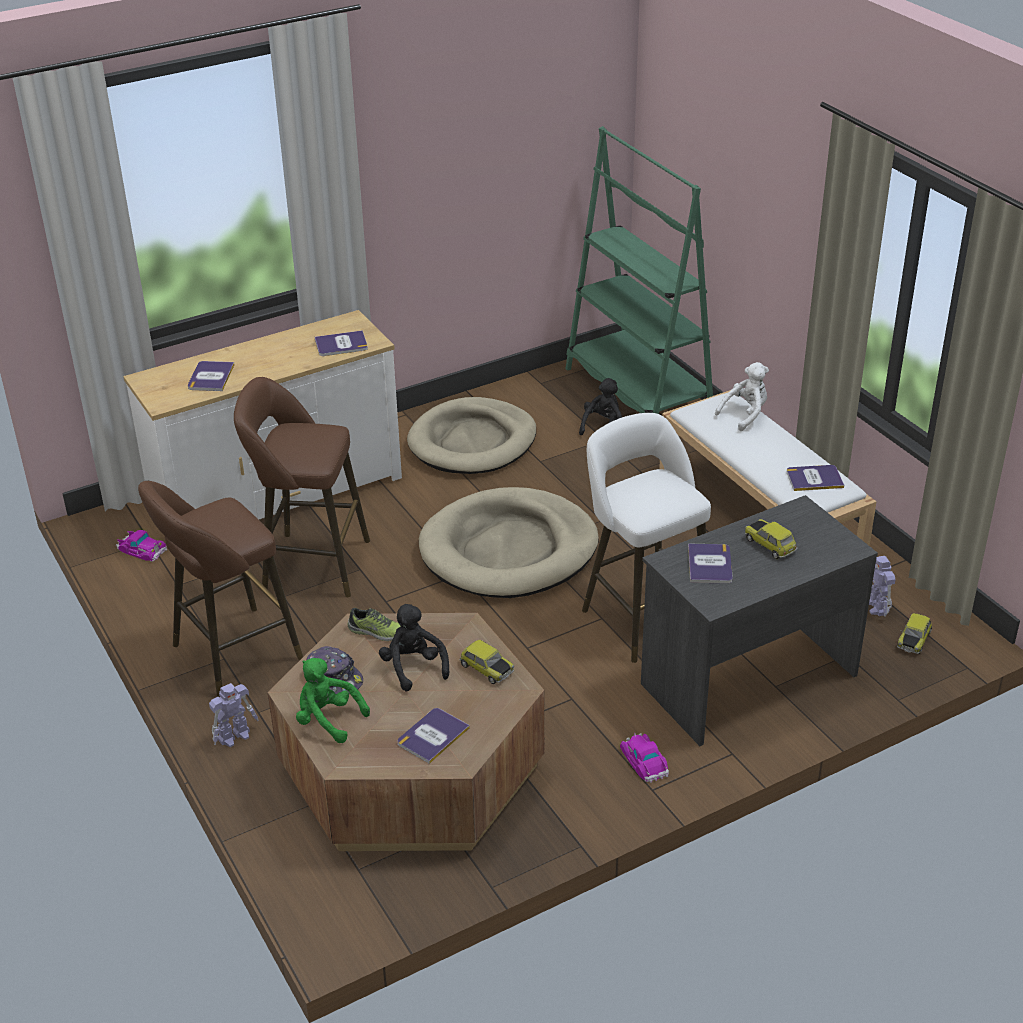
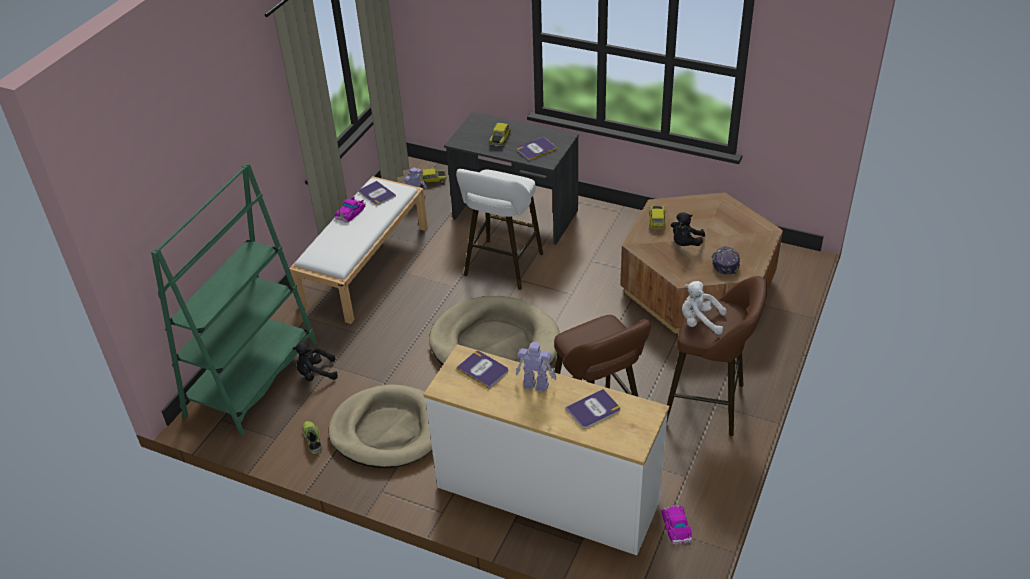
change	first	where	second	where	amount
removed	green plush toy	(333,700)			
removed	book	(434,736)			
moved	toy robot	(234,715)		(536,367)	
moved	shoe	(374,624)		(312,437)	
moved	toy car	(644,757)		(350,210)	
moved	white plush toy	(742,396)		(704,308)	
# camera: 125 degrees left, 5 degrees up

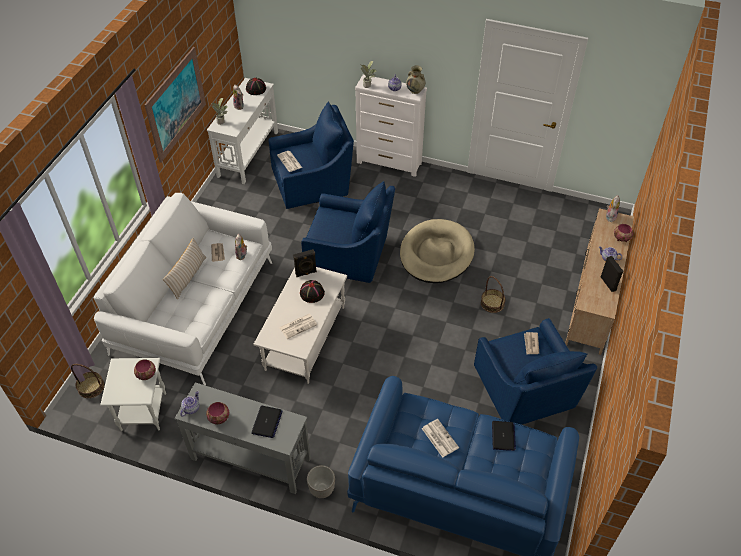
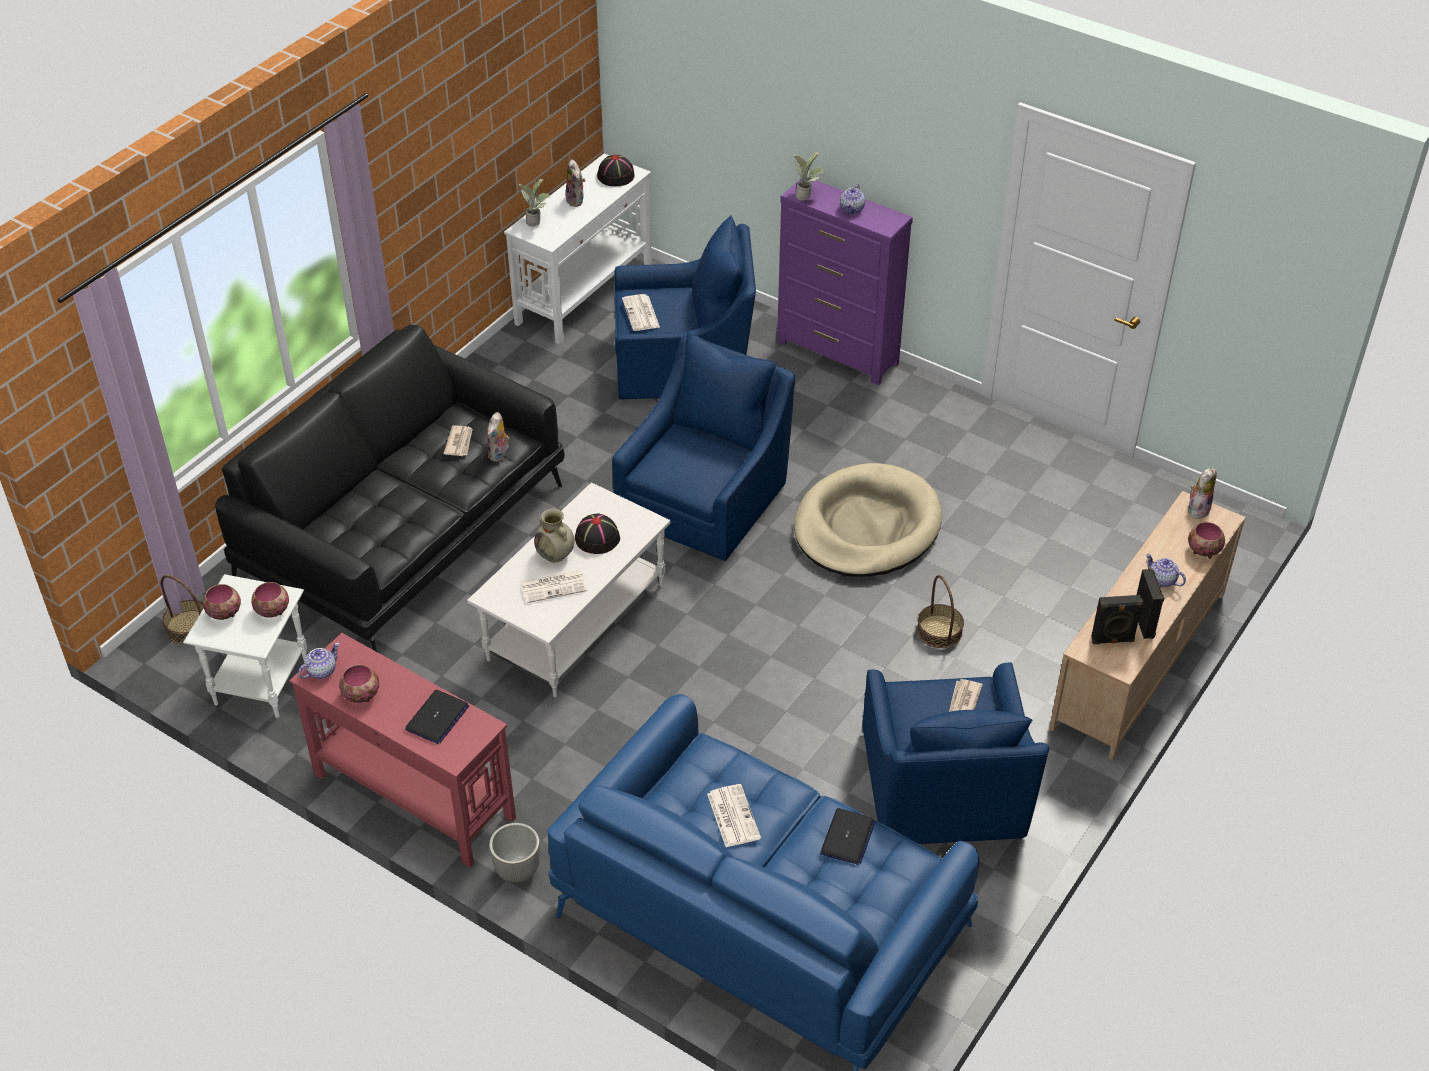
change	first	where	second	where	amount
removed	picture	(175,105)			
removed	beige pillow	(184,269)			
added			bowl	(222,602)	
moved	black speaker	(305,263)		(1117,619)	
moved	beige vase	(415,80)		(554,535)	
recoloured	white sofa	(183,289)	black sofa	(390,488)	
recoloured	grey console table	(243,438)	red console table	(402,750)	
recoloured	white dresser	(391,125)	purple dresser	(845,282)	
turned	blue armchair	(348,232)		(703,447)	90 degrees counterclockwise
# camera: 15 degrees right, 5 degrees down

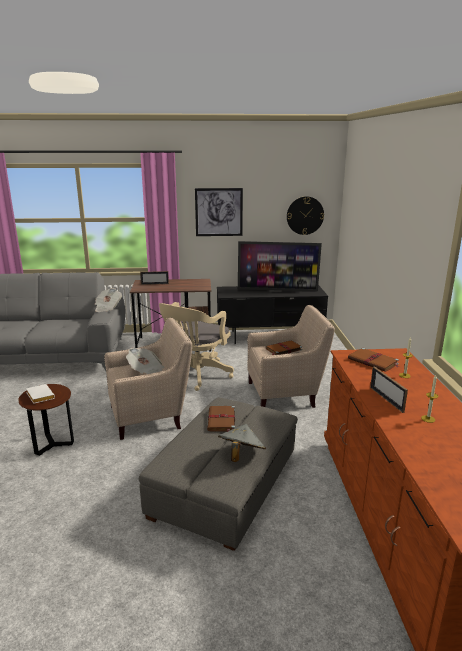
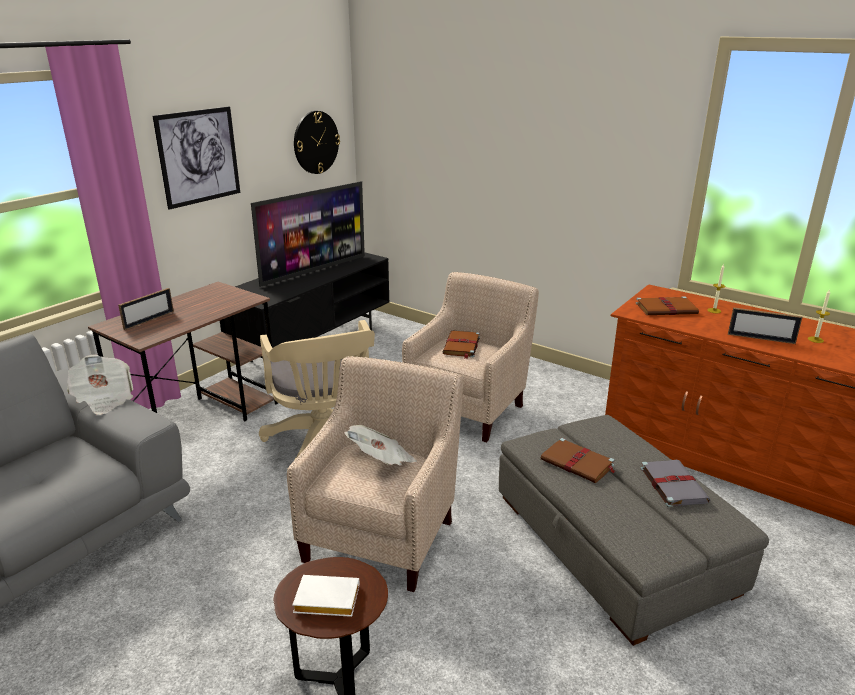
change	first	where	second	where	amount
replaced	grey hat	(242,443)	grey book	(675,483)	
# camera: 50 degrees left, 5 degrees up

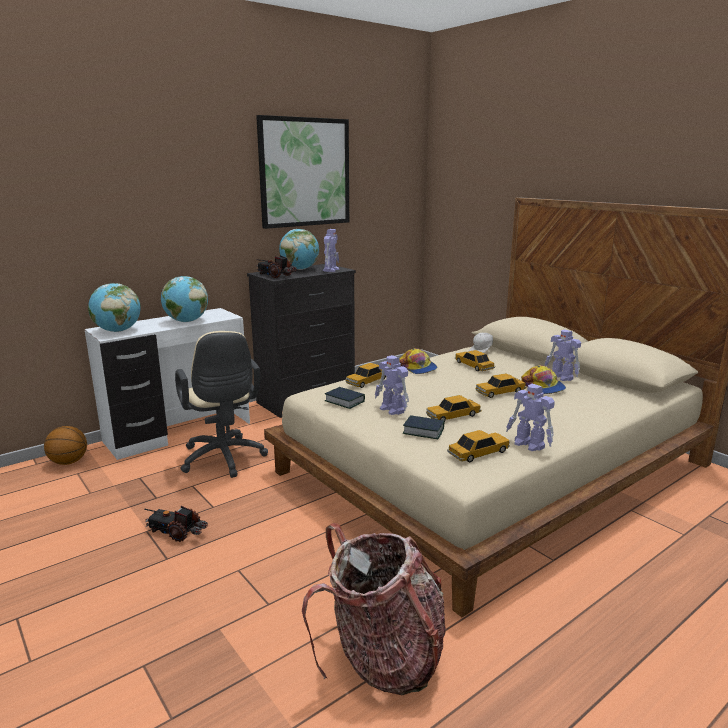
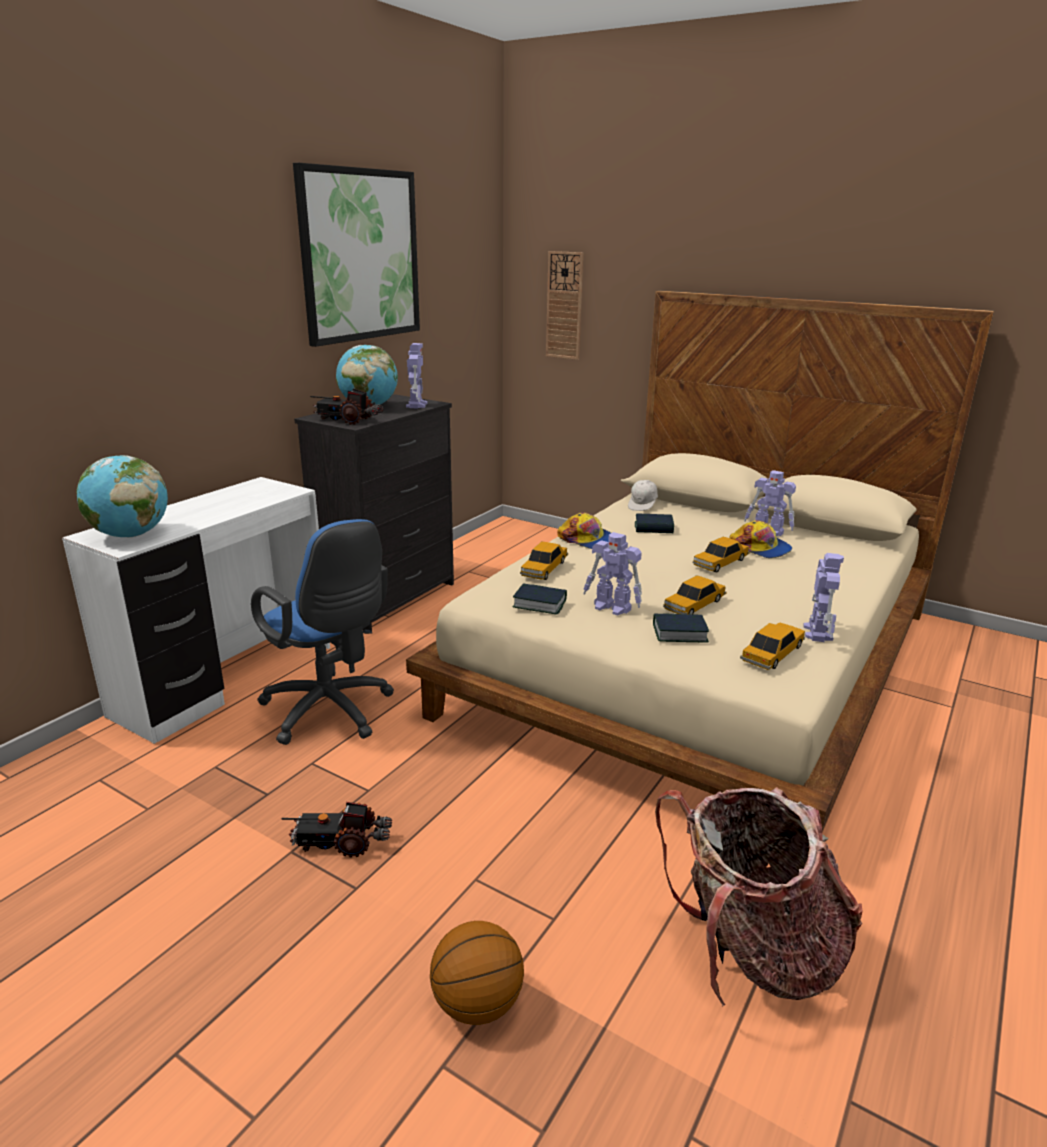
change	first	where	second	where	amount
removed	globe	(184,299)			
added			wall clock	(564,305)	
moved	basketball	(65,445)		(477,973)	
replaced	toy car	(475,360)	book	(654,523)	
recoloured	beige office chair	(221,404)	blue office chair	(322,632)	
turned	toy robot	(530,417)		(823,597)	105 degrees counterclockwise
# camera: 20 degrees left, 5 degrees up

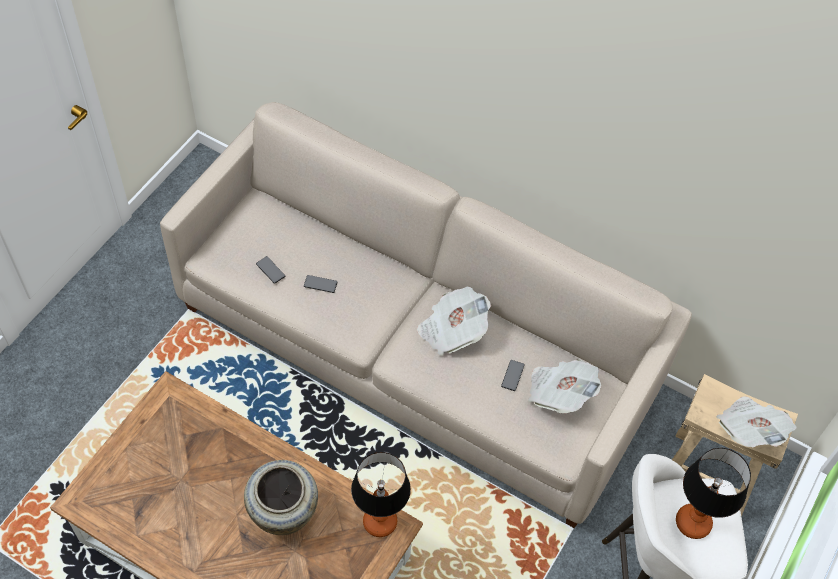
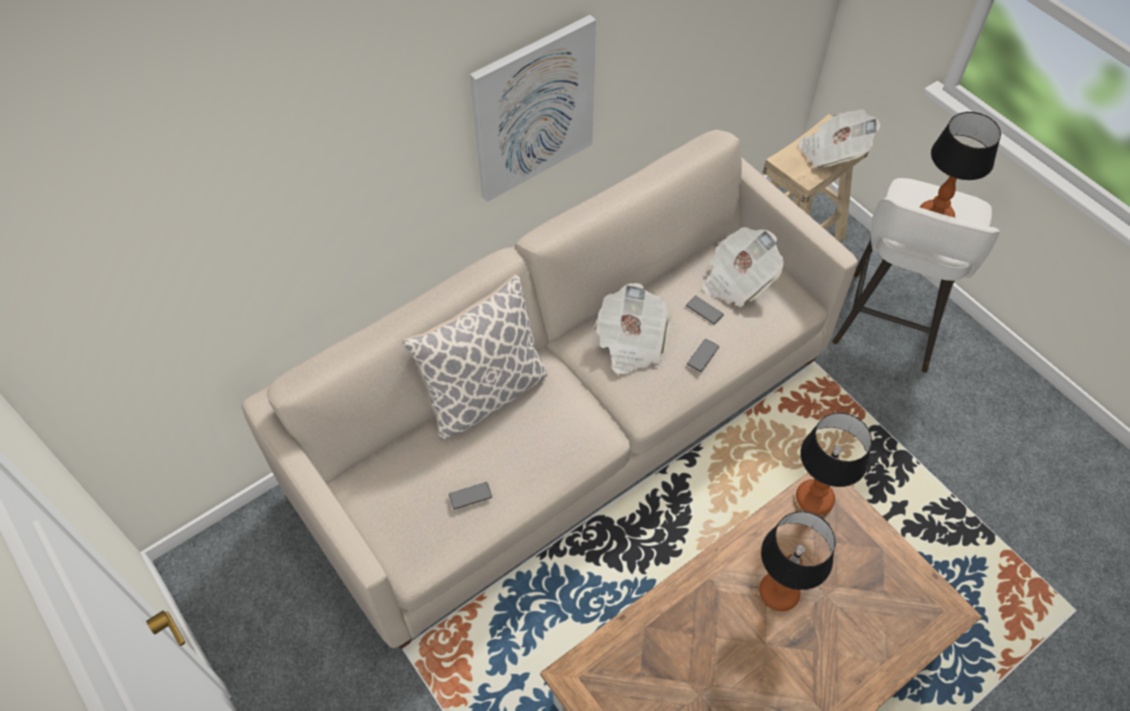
change	first	where	second	where	amount
added			pillow	(475,357)	
added			picture	(533,108)	
moved	phone	(321,284)		(703,355)	
replaced	beige vase	(281,497)	table lamp	(797,561)	
# camera: 65 degrees left, 0 degrees up

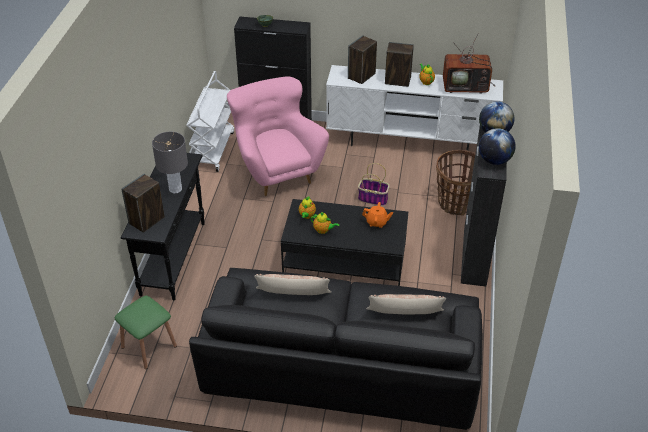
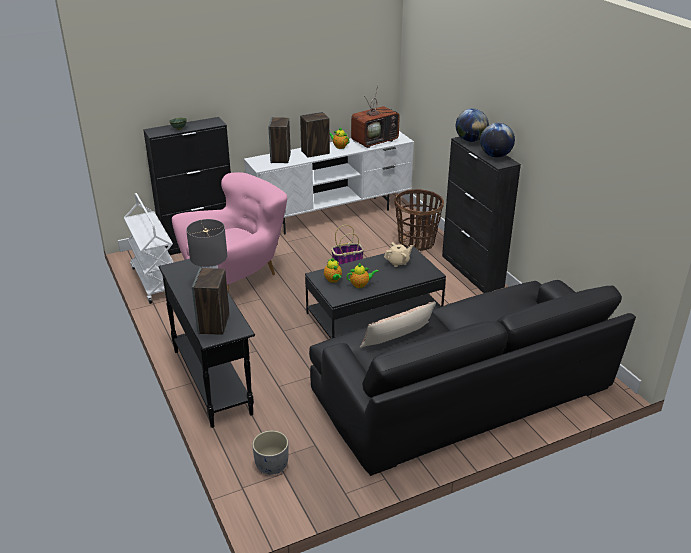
change	first	where	second	where	amount
removed	pillow	(406,304)			
replaced	green stool	(146,332)	grey planter	(270,452)	
recoloured	orange teapot	(377,215)	beige teapot	(398,254)	
turned	pink armchair	(278,136)		(229,231)	105 degrees clockwise
# camera: 35 degrees left, 10 degrees down

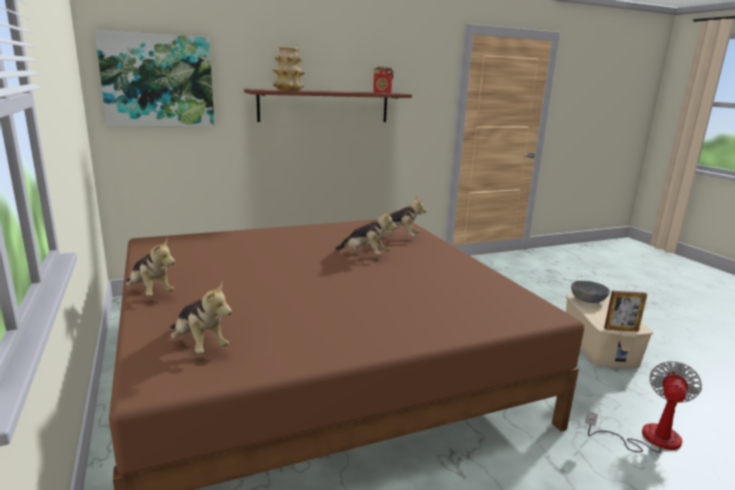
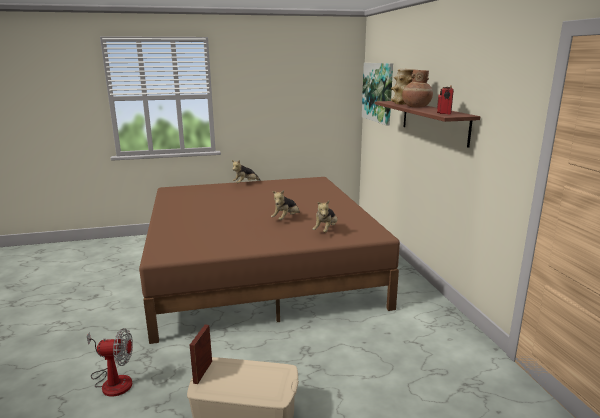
change	first	where	second	where	amount
removed	plush toy	(201,317)			
removed	grey bowl	(590,292)			
added			brown vase	(417,88)	
turned	fan	(643,407)		(110,362)	45 degrees counterclockwise
# camera: 100 degrees right, 0 degrees up

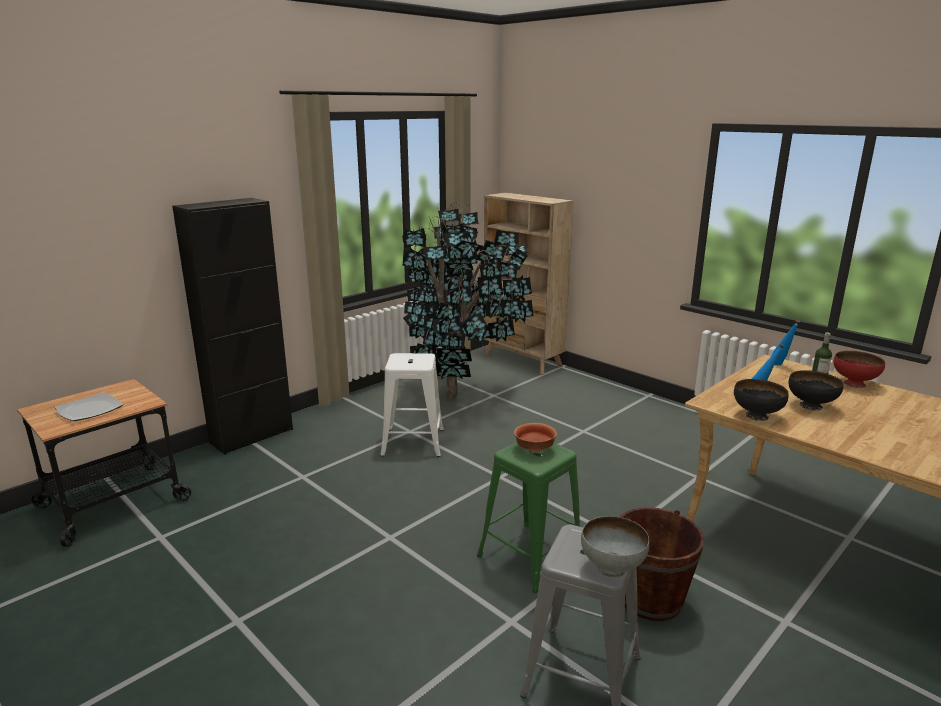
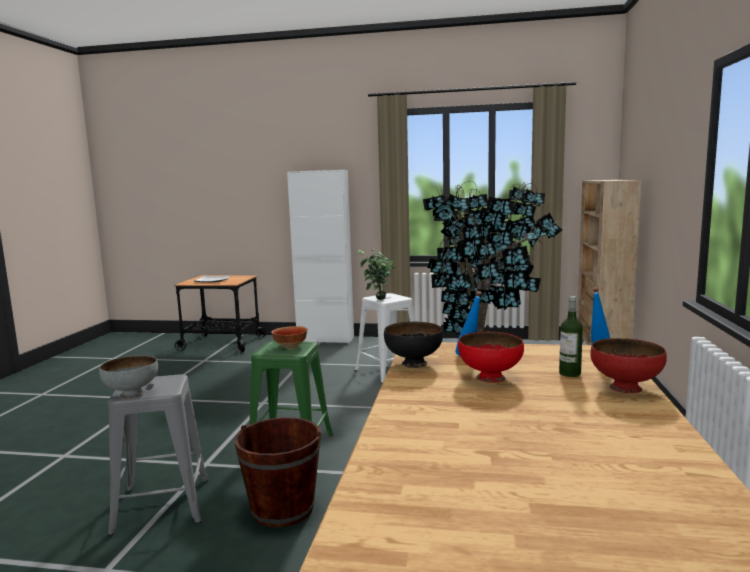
change	first	where	second	where	amount
added			potted plant	(377,274)	
recoloured	black cabinet	(232,326)	white cabinet	(320,257)	
recoloured	black bowl	(815,390)	red bowl	(491,357)	
# camera: 55 degrees right, 10 degrees down

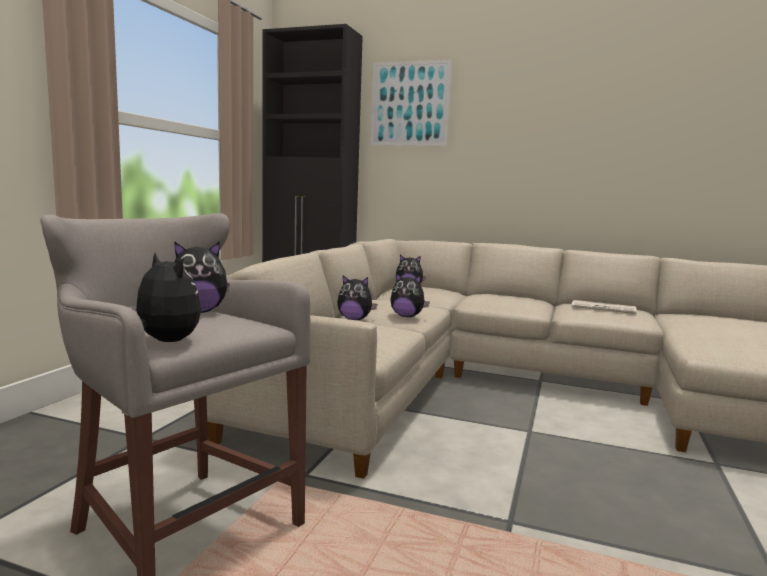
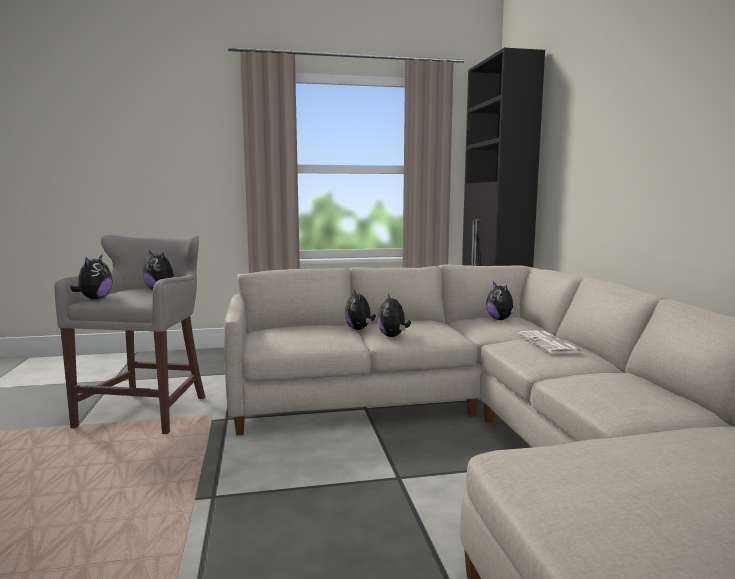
change	first	where	second	where	amount
removed	picture	(411,103)			
moved	newspaper	(604,307)		(550,342)	
# camera: 60 degrees right, 0 degrees up

